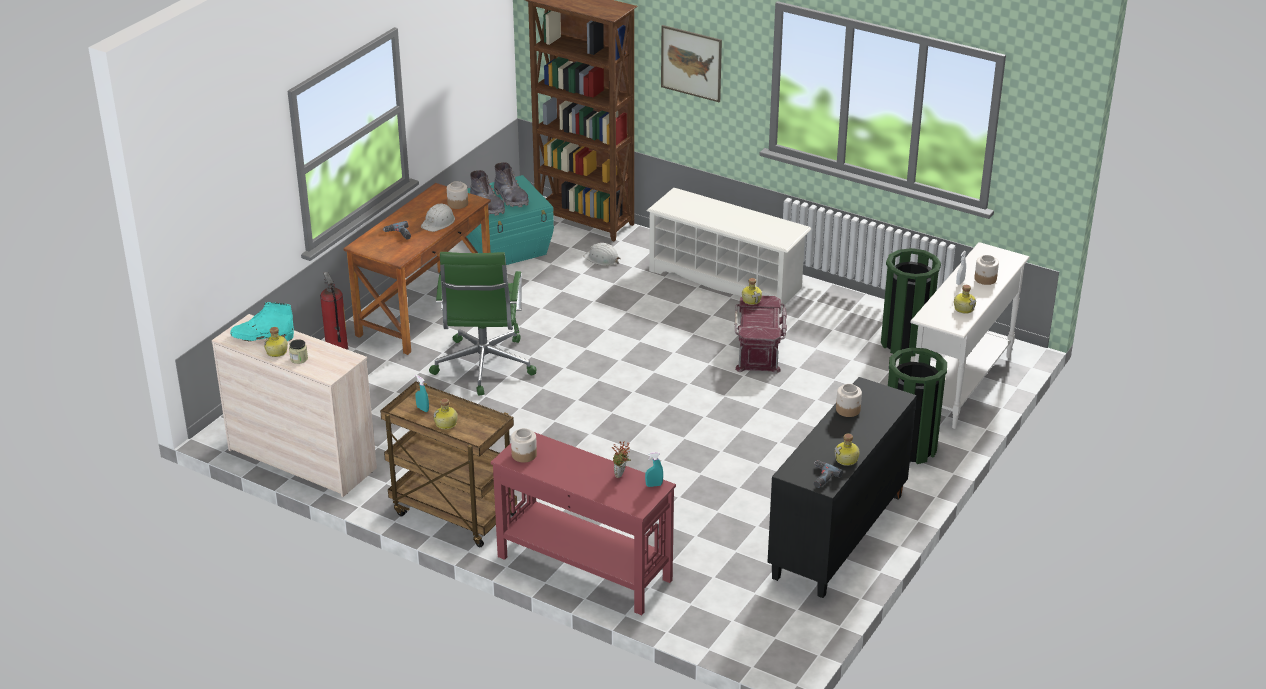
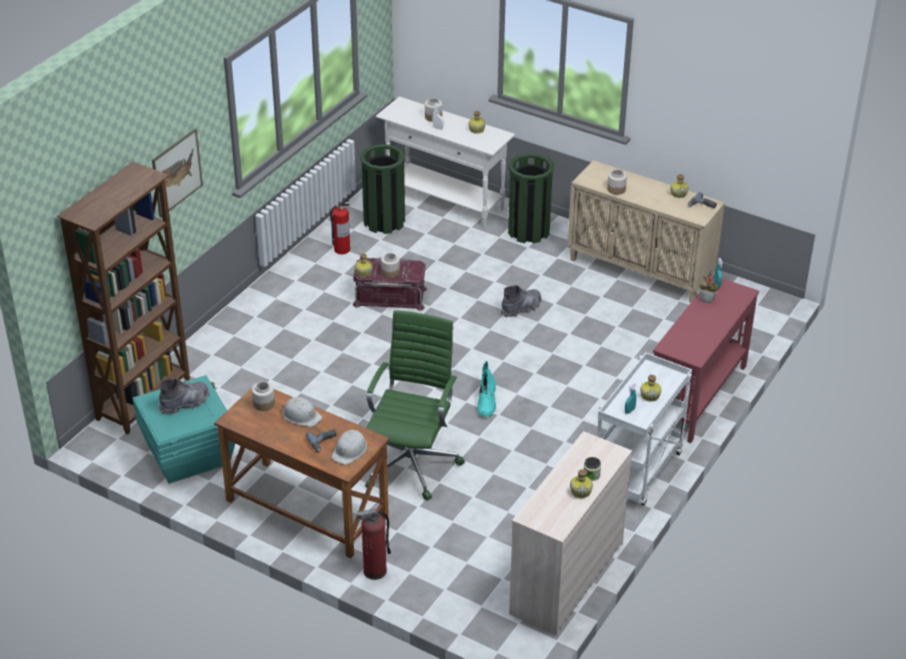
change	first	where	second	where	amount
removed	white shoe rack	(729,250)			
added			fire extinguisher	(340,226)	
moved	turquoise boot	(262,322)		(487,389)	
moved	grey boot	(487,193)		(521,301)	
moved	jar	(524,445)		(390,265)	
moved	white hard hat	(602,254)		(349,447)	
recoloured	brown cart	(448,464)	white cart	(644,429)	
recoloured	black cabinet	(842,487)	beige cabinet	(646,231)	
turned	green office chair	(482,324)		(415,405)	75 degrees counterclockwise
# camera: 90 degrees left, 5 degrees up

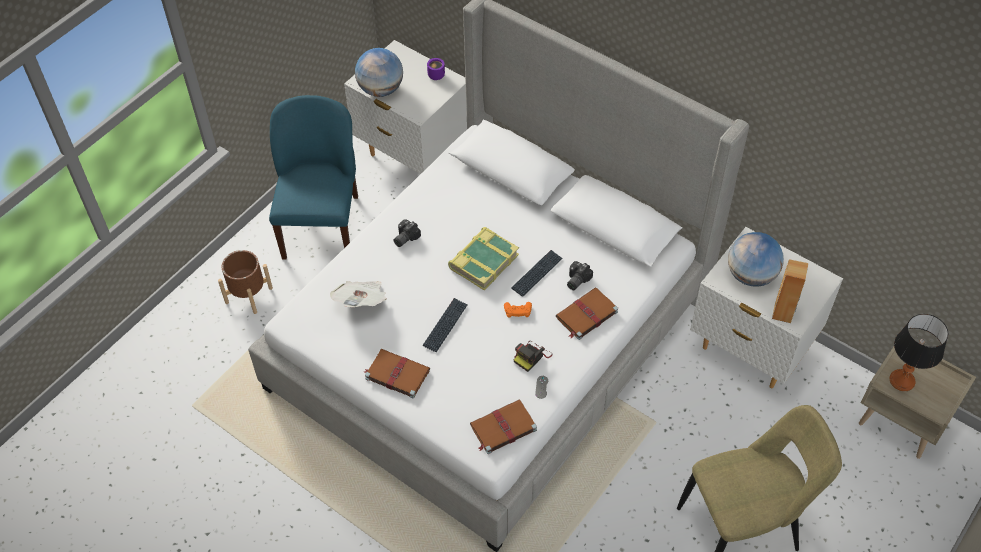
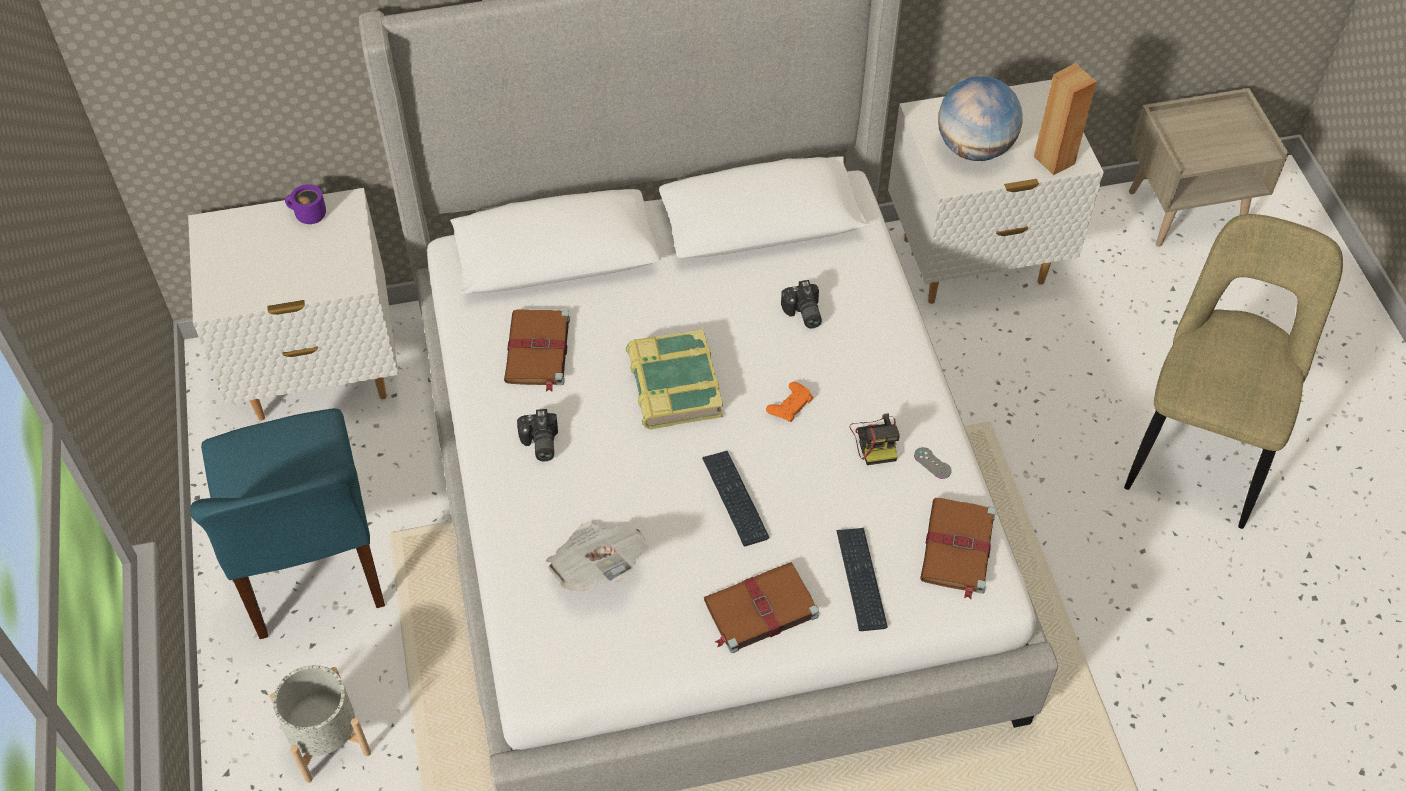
change	first	where	second	where	amount
removed	globe	(379,72)			
removed	table lamp	(919,352)			
moved	keyboard	(537,273)		(862,579)	
moved	brown book	(587,313)		(537,350)	
recoloured	brown planter	(245,282)	grey planter	(320,724)	
turned	blue chair	(313,177)		(287,523)	150 degrees counterclockwise
# camera: 50 degrees left, 0 degrees up

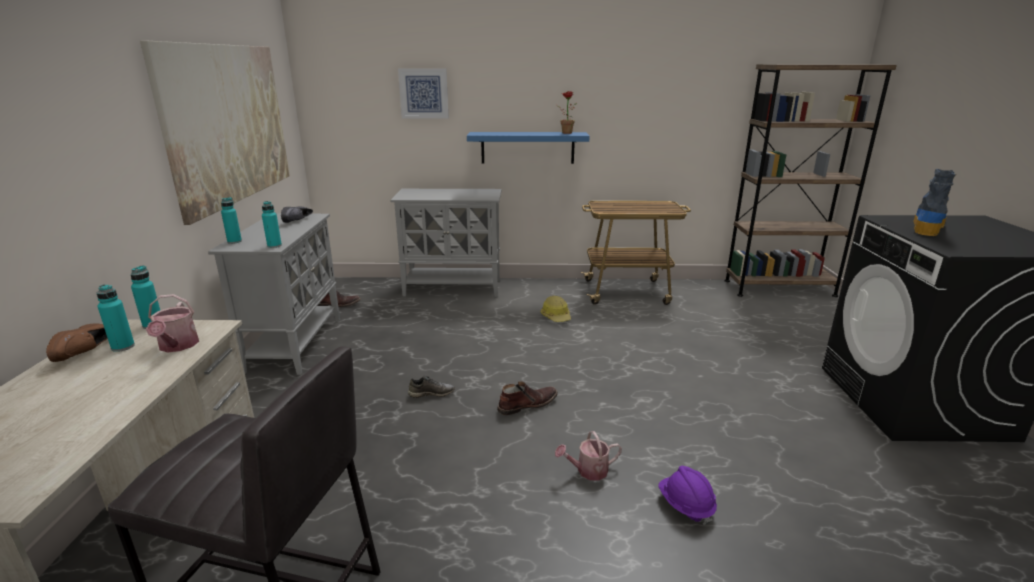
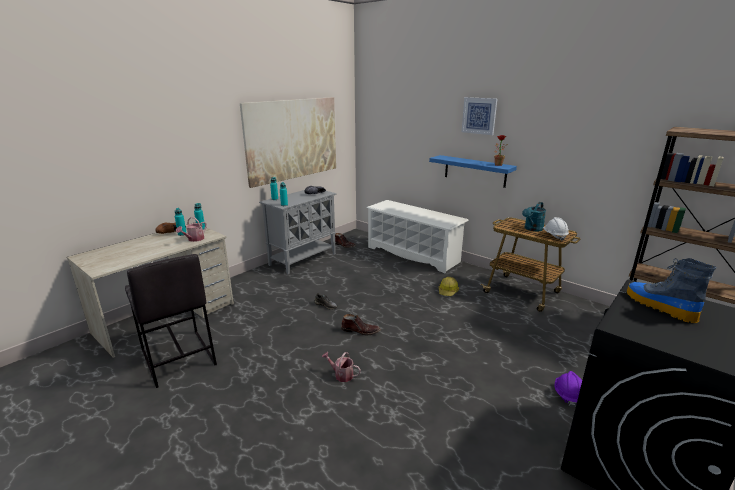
change	first	where	second	where	amount
added			turquoise watering can	(534,216)	
added			white hard hat	(556,229)	
moved	picture	(423,94)		(479,116)	
moved	purple hard hat	(687,495)		(568,389)	
replaced	grey cabinet	(445,243)	white shoe rack	(417,236)	
turned	boot	(934,202)		(672,290)	105 degrees counterclockwise
# camera: 40 degrees right, 0 degrees up

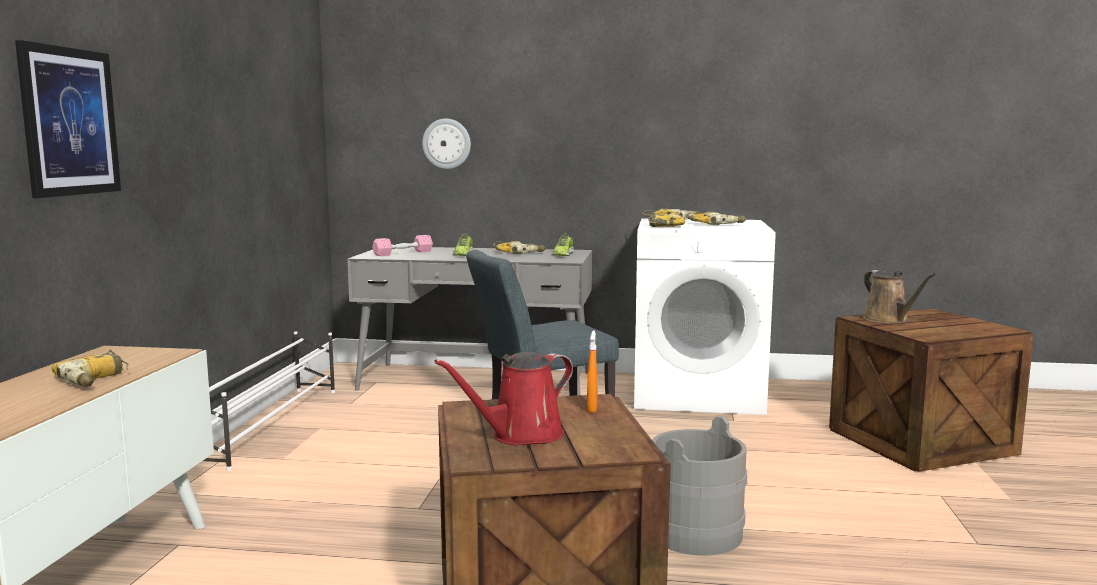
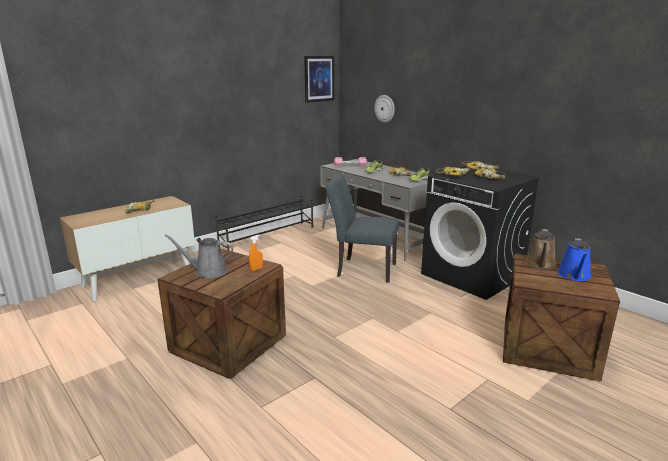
change	first	where	second	where	amount
removed	grey bucket	(699,485)			
added			blue watering can	(574,259)	
moved	picture	(68,119)		(319,79)	
recoloured	white shoe rack	(269,401)	black shoe rack	(264,223)	
recoloured	red watering can	(503,398)	grey watering can	(198,256)	
recoloured	white washing machine	(705,316)	black washing machine	(480,233)	
# camera: 40 degrees right, 10 degrees up

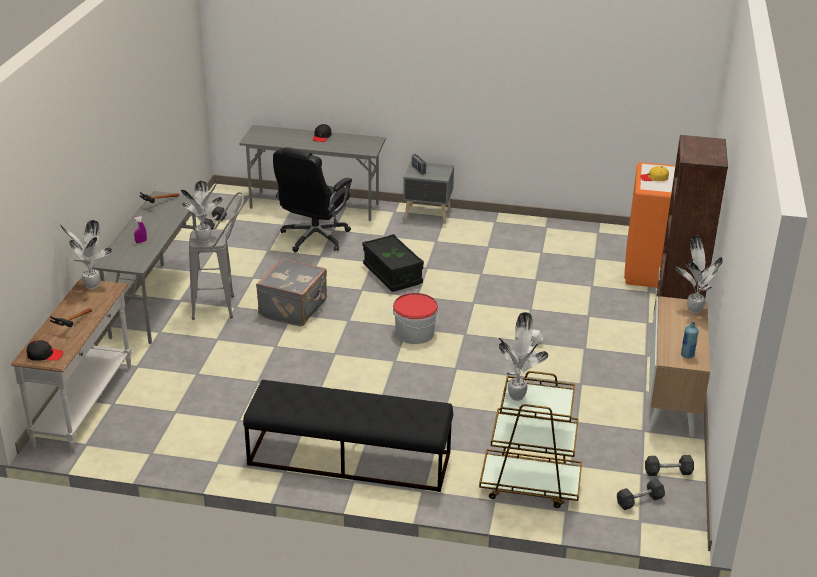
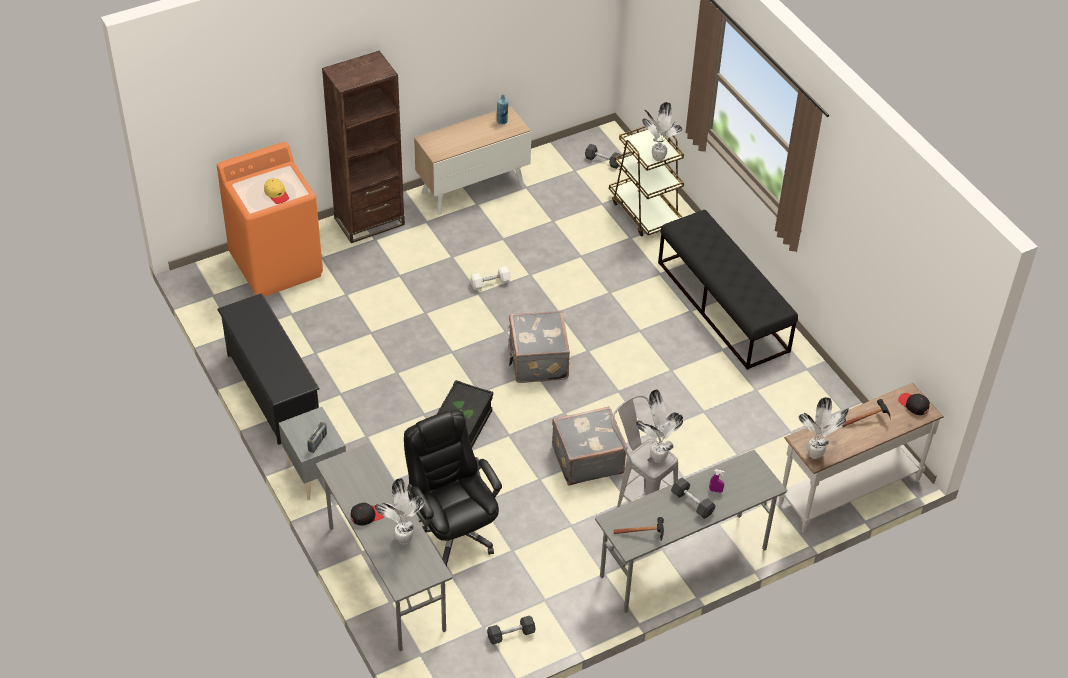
change	first	where	second	where	amount
added			black shoe rack	(268,369)	
moved	grey dumbbell	(669,465)		(693,498)	
moved	potted plant	(699,274)		(400,511)	
replaced	bucket	(415,318)	grey suitcase	(539,347)	
turned	black office chair	(312,199)		(453,487)	105 degrees counterclockwise
# camera: 130 degrees left, 15 degrees up

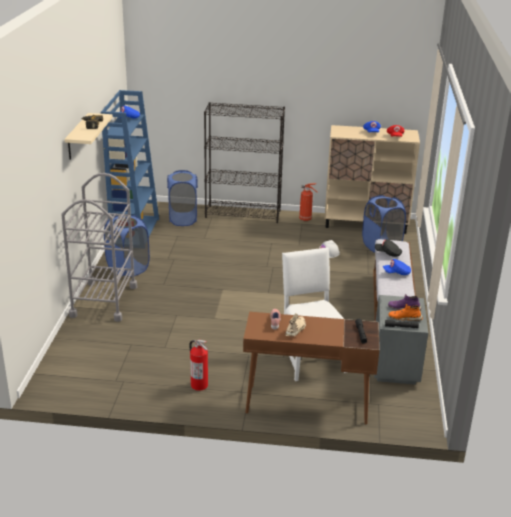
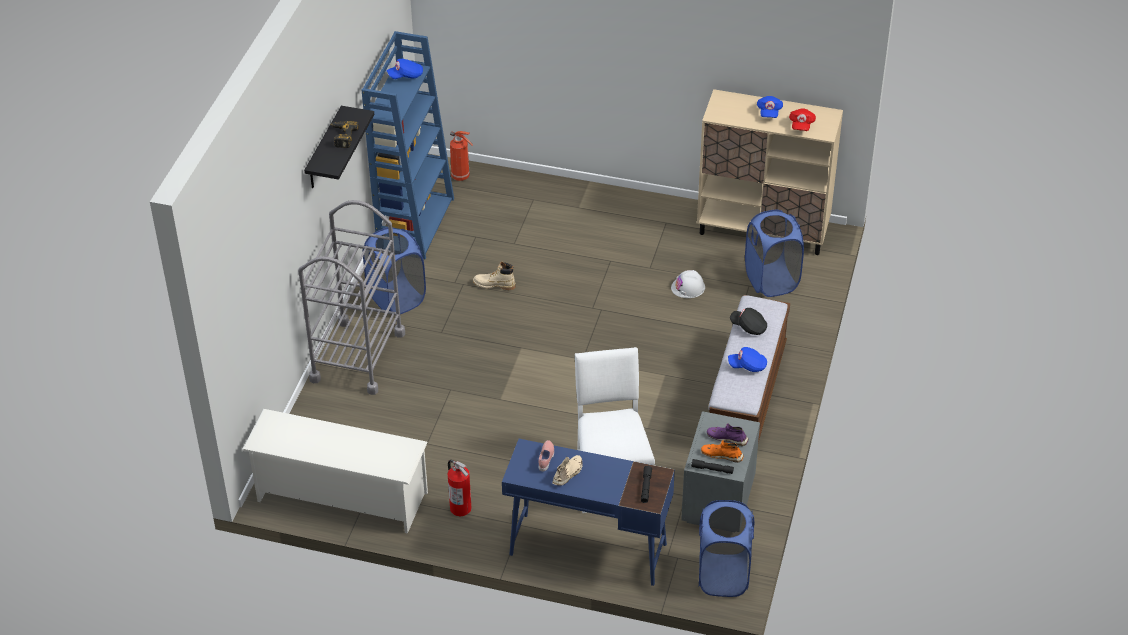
change	first	where	second	where	amount
removed	black bookcase	(244,162)			
added			white shoe rack	(335,471)	
added			beige boot	(494,276)	
moved	blue laundry basket	(182,198)		(727,548)	
moved	fire extinguisher	(308,202)		(461,156)	
recoloured	beige shelf	(88,136)	black shelf	(339,147)	
recoloured	brown desk	(311,368)	blue desk	(588,512)	
# camera: 10 degrees right, 15 degrees up

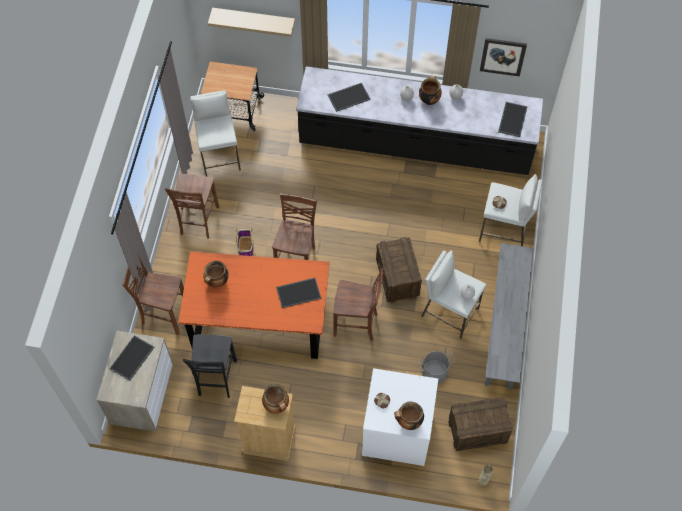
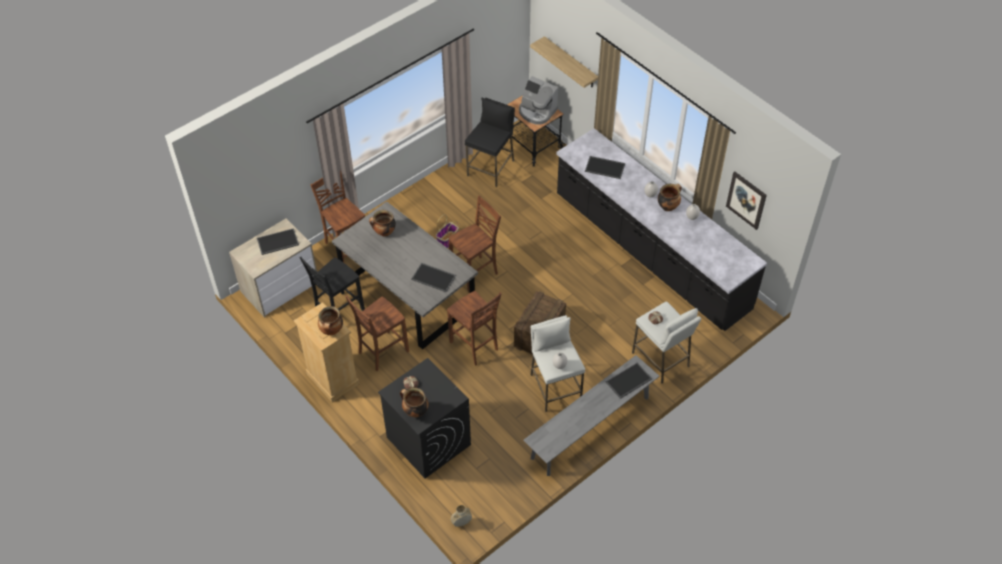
change	first	where	second	where	amount
removed	grey bucket	(437,367)			
removed	crate	(480,424)			
added			coffee machine	(538,100)	
moved	brown chair	(192,206)		(377,333)	
moved	tray	(513,119)		(629,381)	
recoloured	orange dining table	(253,305)	grey dining table	(405,275)	
recoloured	white stool	(215,133)	black stool	(490,142)	
recoloured	white washing machine	(400,417)	black washing machine	(424,418)	
# camera: 40 degrees right, 10 degrees down

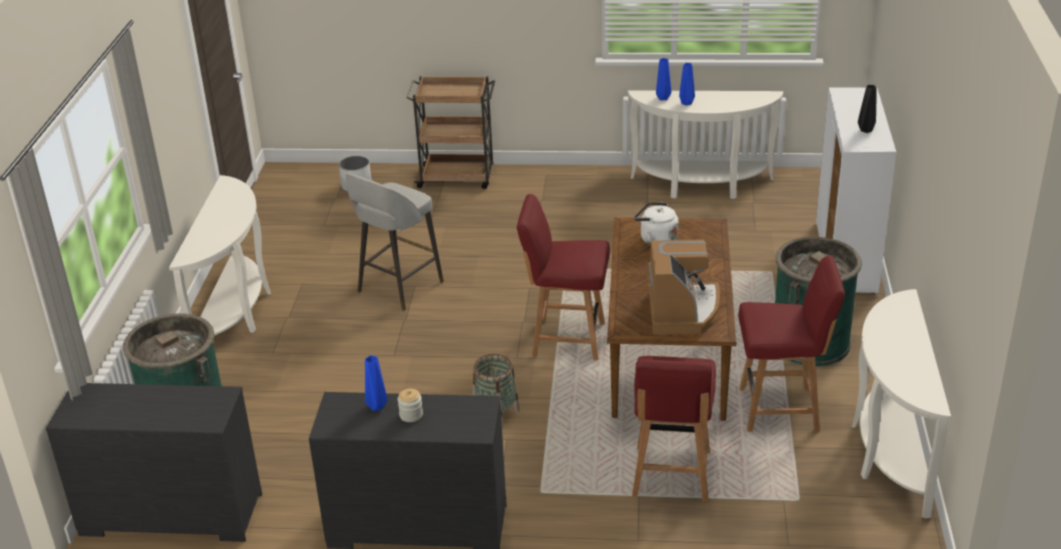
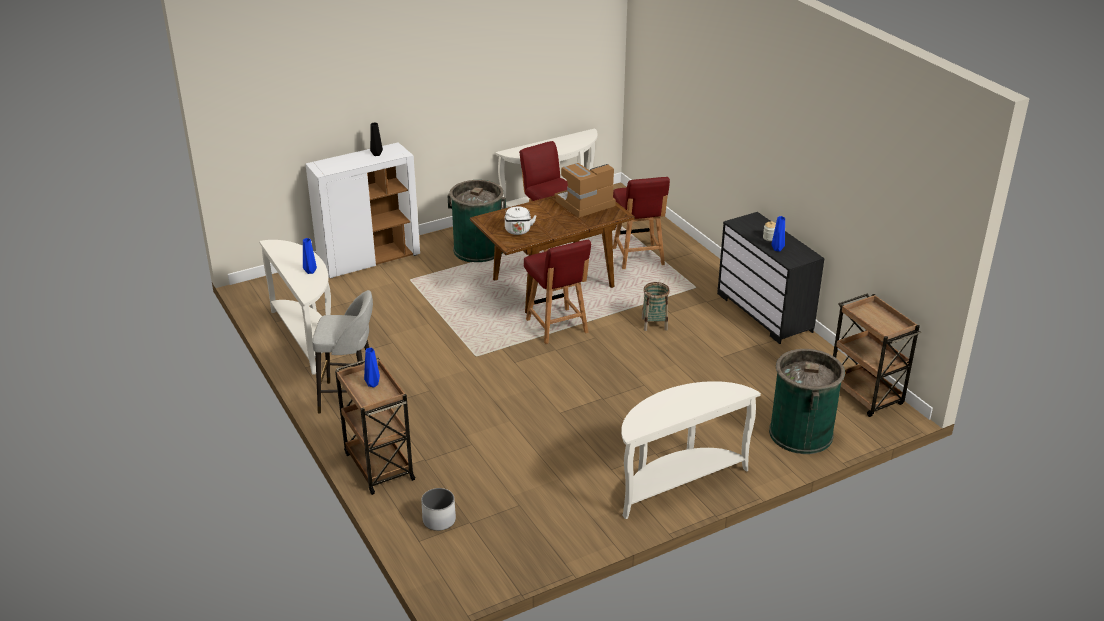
change	first	where	second	where	amount
moved	grey stool	(395,242)		(342,352)	
moved	blue vase	(663,79)		(372,368)	
replaced	black dresser	(154,462)	brown cart	(877,355)	
turned	red chair	(674,428)		(641,223)	105 degrees clockwise
# camera: 125 degrees left, 0 degrees up

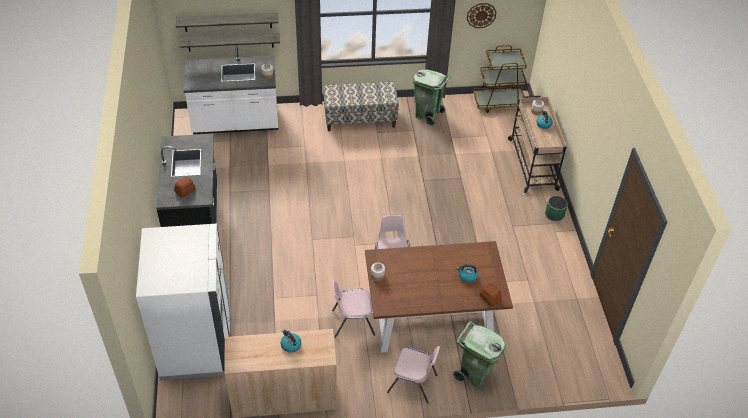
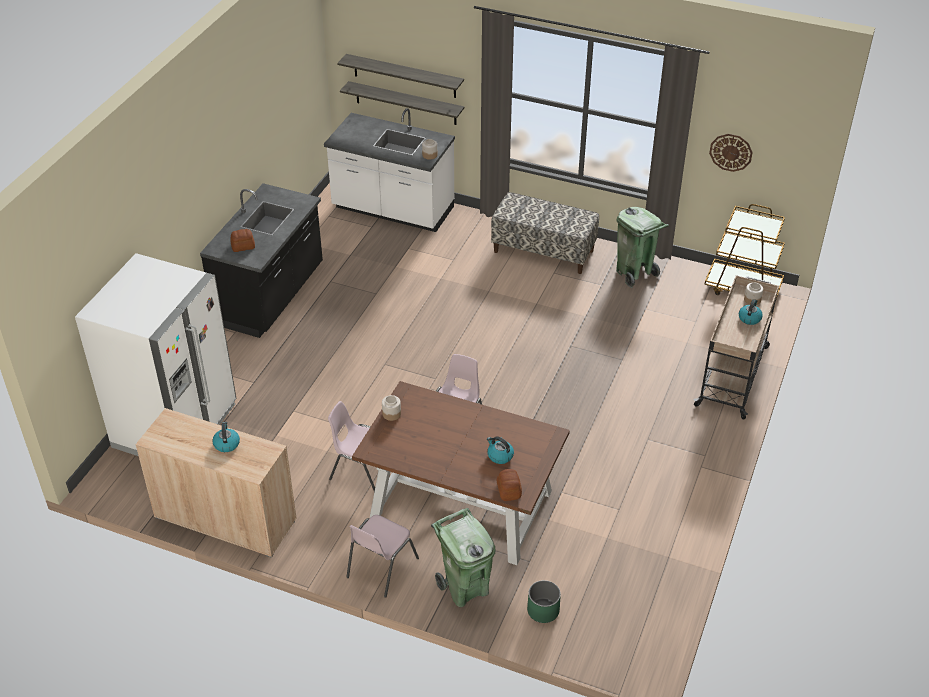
change	first	where	second	where	amount
moved	green planter	(556,208)		(544,601)	
turned	pink chair	(413,375)		(382,556)	75 degrees clockwise
# camera: 30 degrees right, 5 degrees down

